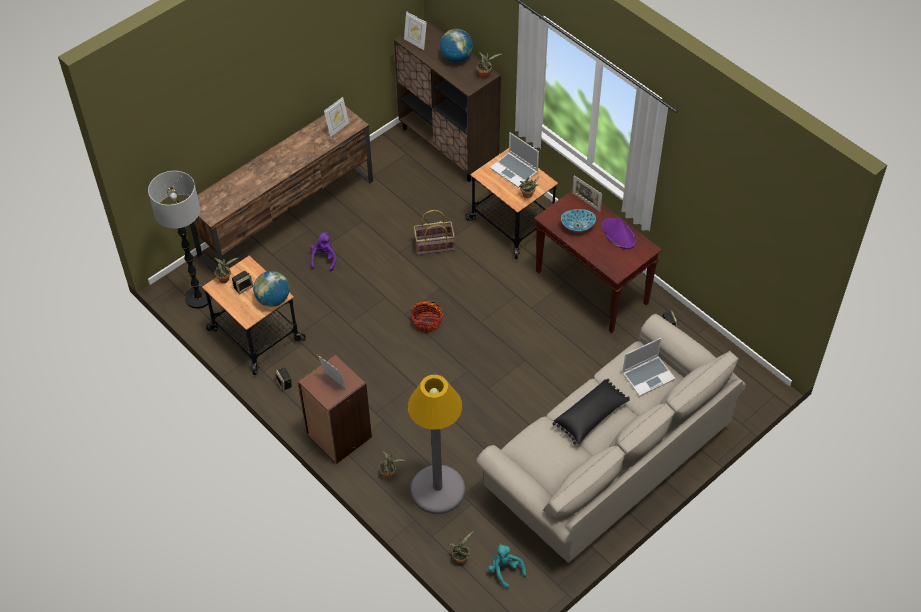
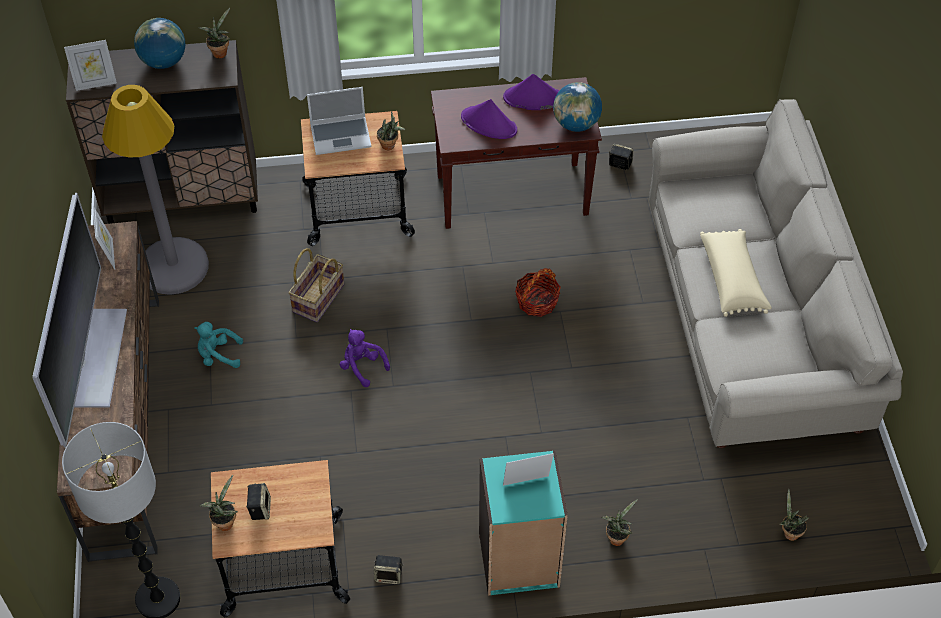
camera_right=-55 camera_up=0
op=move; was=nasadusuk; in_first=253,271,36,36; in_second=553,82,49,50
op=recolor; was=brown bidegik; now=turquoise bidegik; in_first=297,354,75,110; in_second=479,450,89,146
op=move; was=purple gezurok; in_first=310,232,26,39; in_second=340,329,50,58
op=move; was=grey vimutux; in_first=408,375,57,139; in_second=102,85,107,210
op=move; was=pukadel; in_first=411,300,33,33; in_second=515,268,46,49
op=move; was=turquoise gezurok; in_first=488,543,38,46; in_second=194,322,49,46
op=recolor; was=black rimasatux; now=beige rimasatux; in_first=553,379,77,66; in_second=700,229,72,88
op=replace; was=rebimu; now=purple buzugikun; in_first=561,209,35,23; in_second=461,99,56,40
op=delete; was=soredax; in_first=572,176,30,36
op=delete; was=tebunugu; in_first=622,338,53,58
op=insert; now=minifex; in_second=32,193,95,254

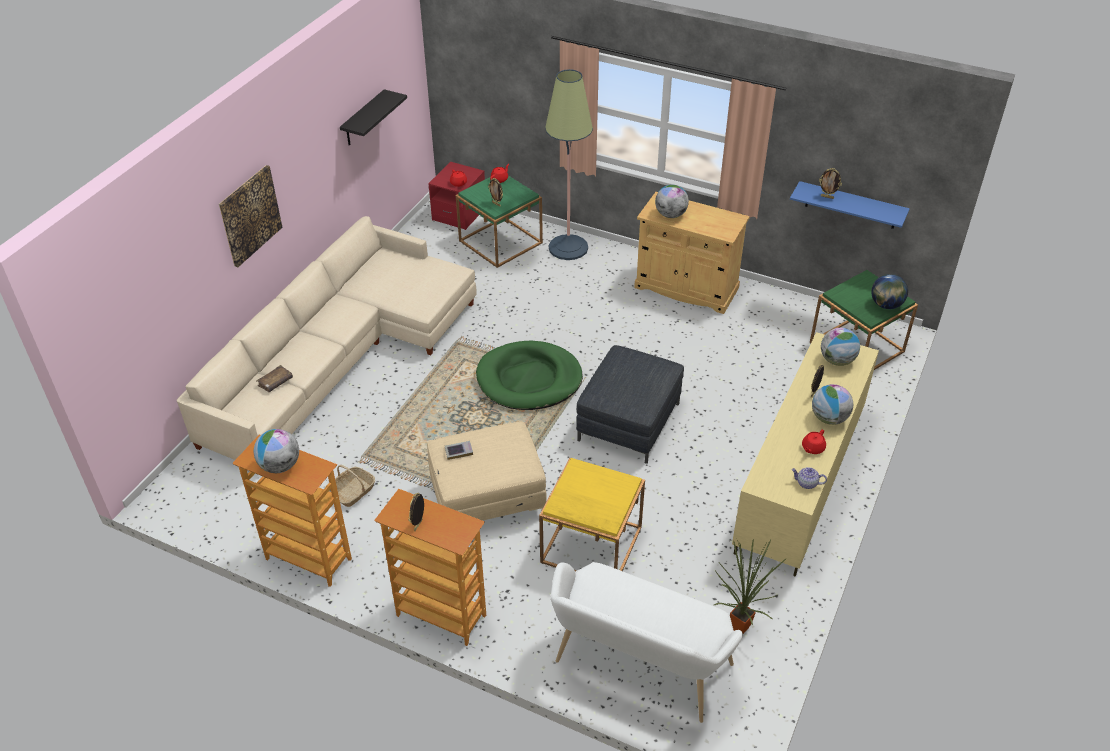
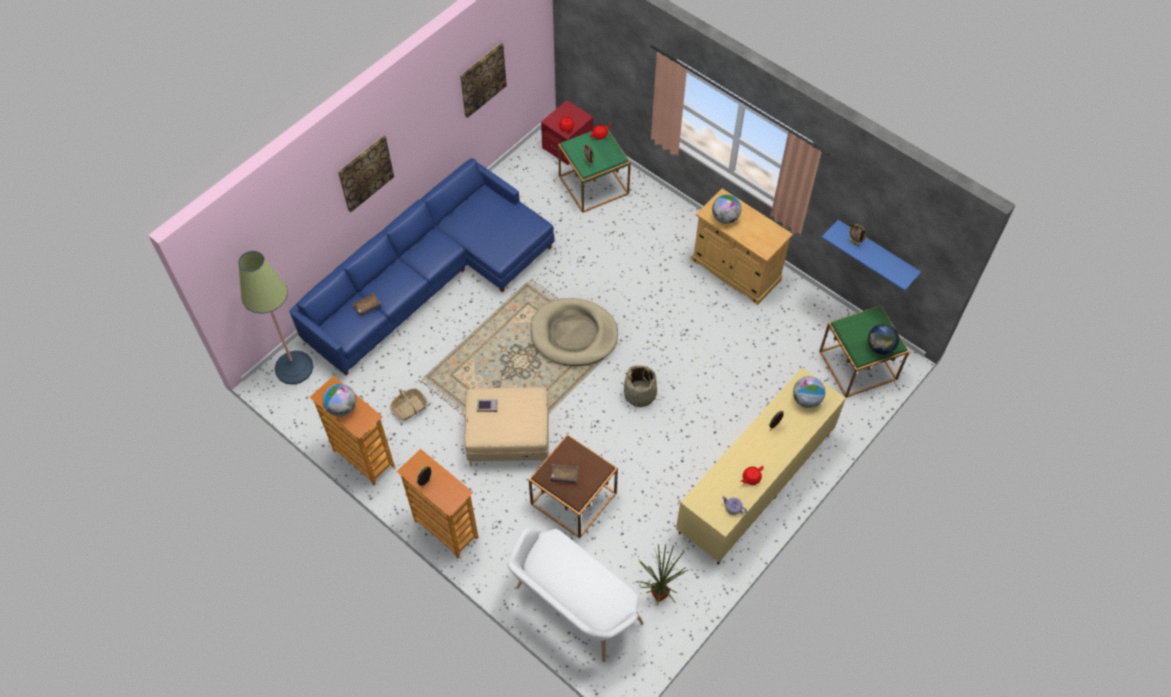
camera_right=15 camera_up=15
op=recolor; was=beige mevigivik; now=blue mevigivik; in_first=177,216,300,244; in_second=289,158,265,218
op=replace; was=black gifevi; now=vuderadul; in_first=340,89,67,57; in_second=460,43,47,75
op=recolor; was=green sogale; now=beige sogale; in_first=476,341,107,69; in_second=530,298,88,68
op=recolor; was=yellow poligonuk; now=brown poligonuk; in_first=539,458,106,113; in_second=529,434,89,105
op=move; was=vimutux; in_first=545,69,48,191; in_second=238,251,75,134
op=replace; was=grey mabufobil; now=pukadel; in_first=576,345,108,119; in_second=622,365,36,42
op=delete; was=nasadusuk; in_first=812,384,41,41
op=insert; now=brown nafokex; in_second=550,464,29,19

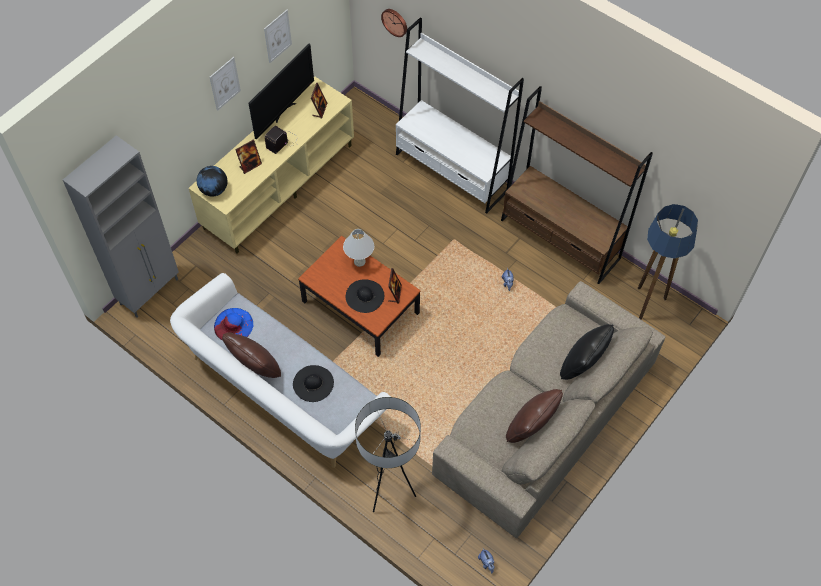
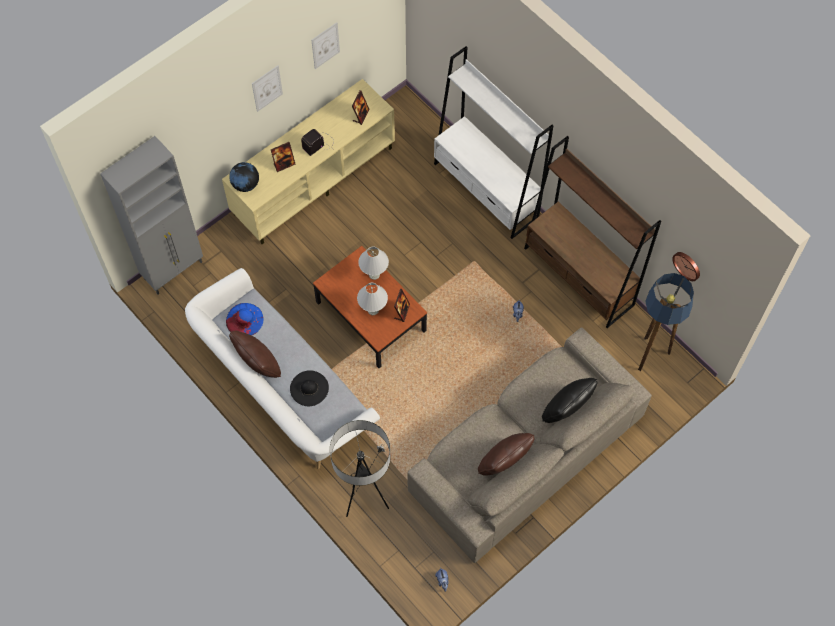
camera_right=10 camera_up=5
op=delete; was=minifex; in_first=248,43,66,96
op=replace; was=black buzugikun; now=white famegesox; in_first=346,279,38,34; in_second=357,283,31,32
op=move; was=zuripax; in_first=381,9,26,28; in_second=672,252,28,29

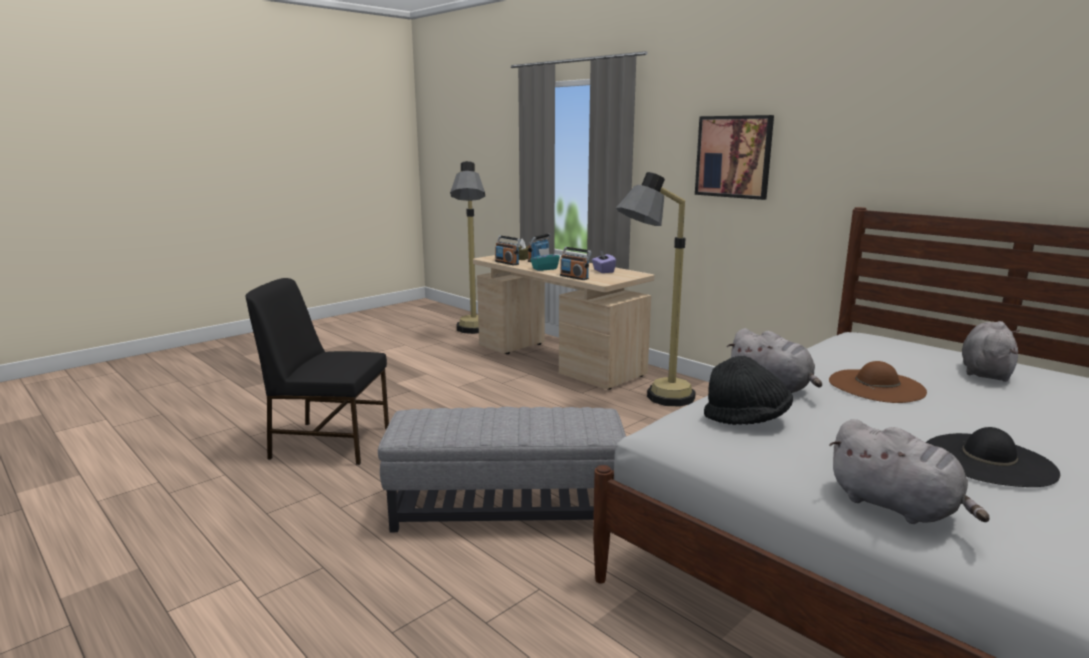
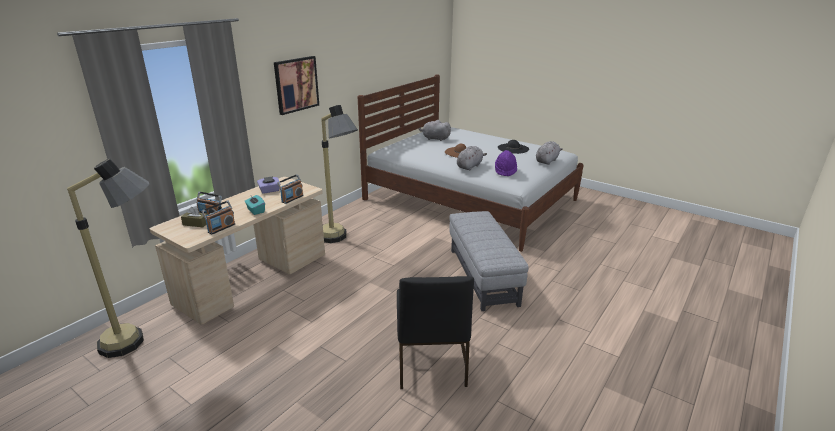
camera_right=-100 camera_up=10
op=recolor; was=black buzugikun; now=purple buzugikun; in_first=704,356,89,69; in_second=495,150,22,26

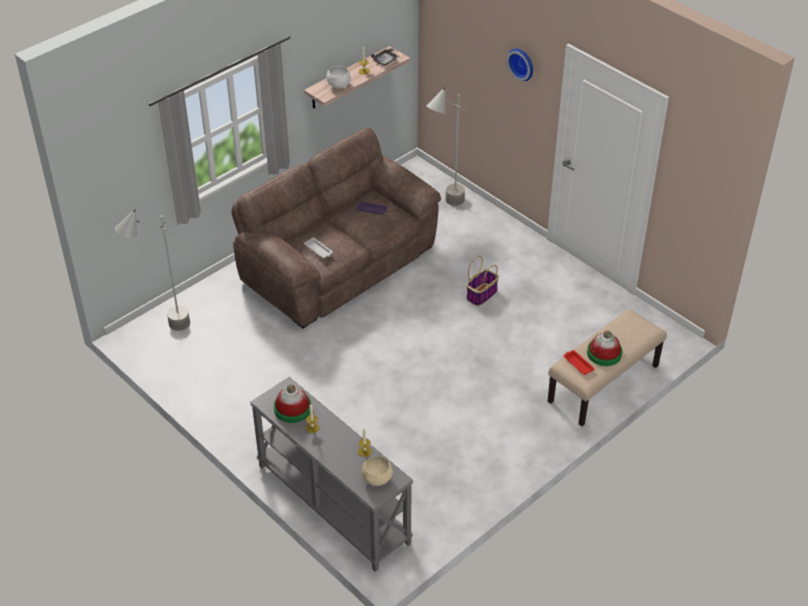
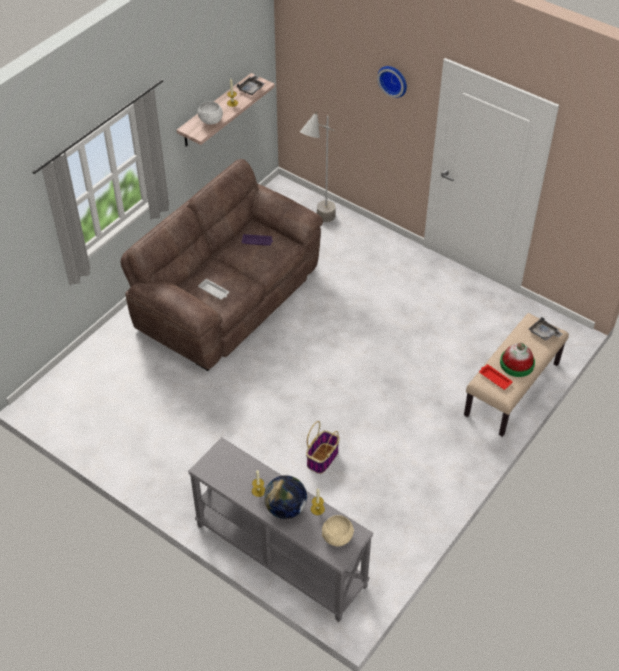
camera_right=-10 camera_up=5
op=delete; was=grey vimutux; in_first=115,209,75,122
op=delete; was=buzugikun; in_first=274,384,37,39
op=move; was=pukadel; in_first=466,256,33,50; in_second=306,421,34,53
op=insert; now=nasadusuk; in_second=264,475,43,44
op=insert; now=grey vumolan; in_second=529,317,33,24

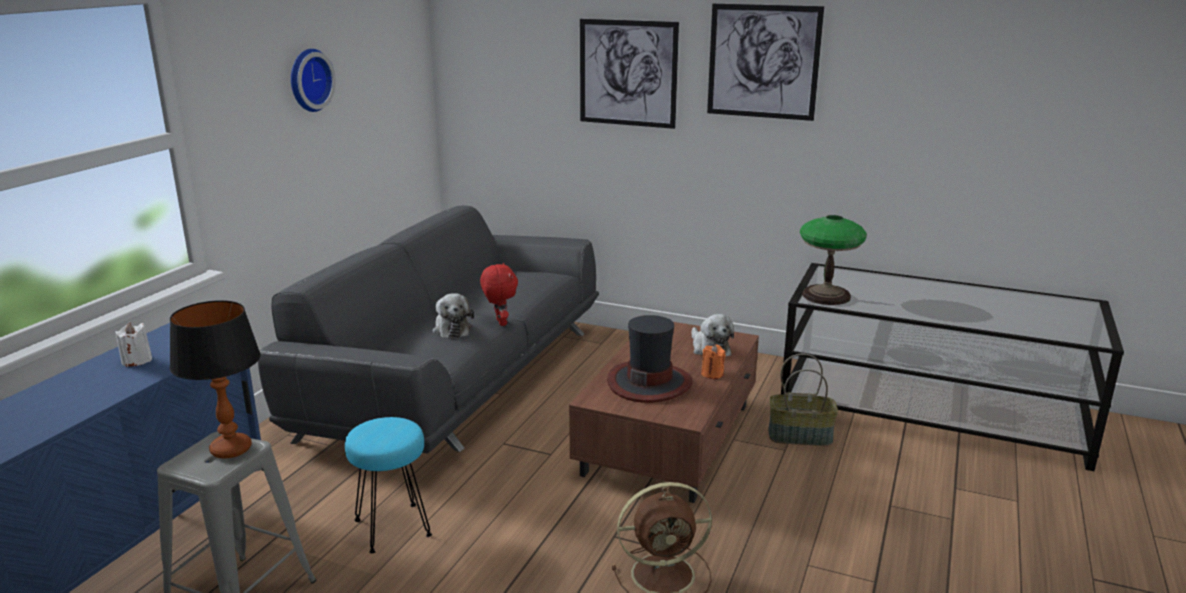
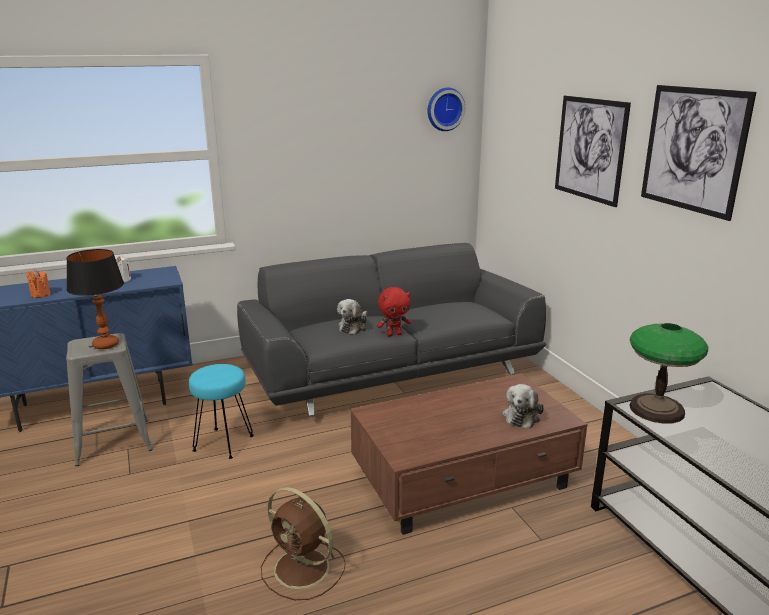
camera_right=45 camera_up=0
op=move; was=zuripax; in_first=291,49,45,63; in_second=427,88,38,43
op=rotate; was=red gezurok; in_first=480,263,38,63; in_second=377,287,34,49; clockwise=45
op=delete; was=buzugikun; in_first=607,315,86,88
op=move; was=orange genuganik; in_first=701,345,25,34; in_second=26,270,25,28
op=delete; was=pukadel; in_first=768,353,70,93

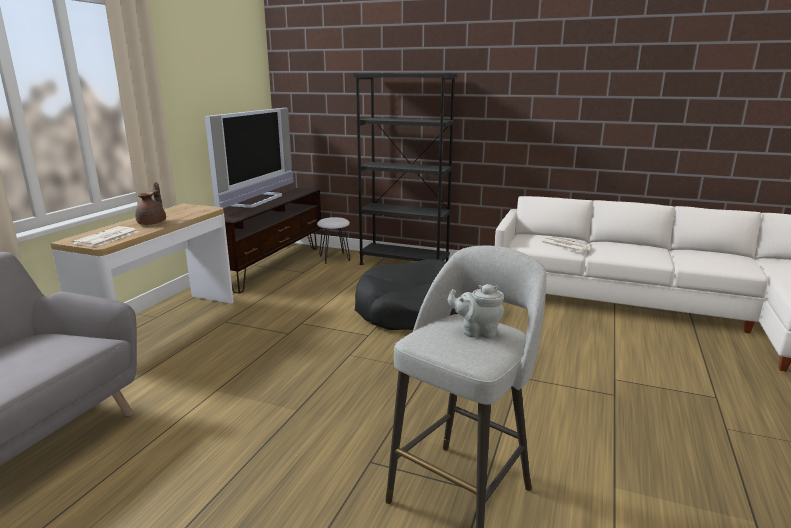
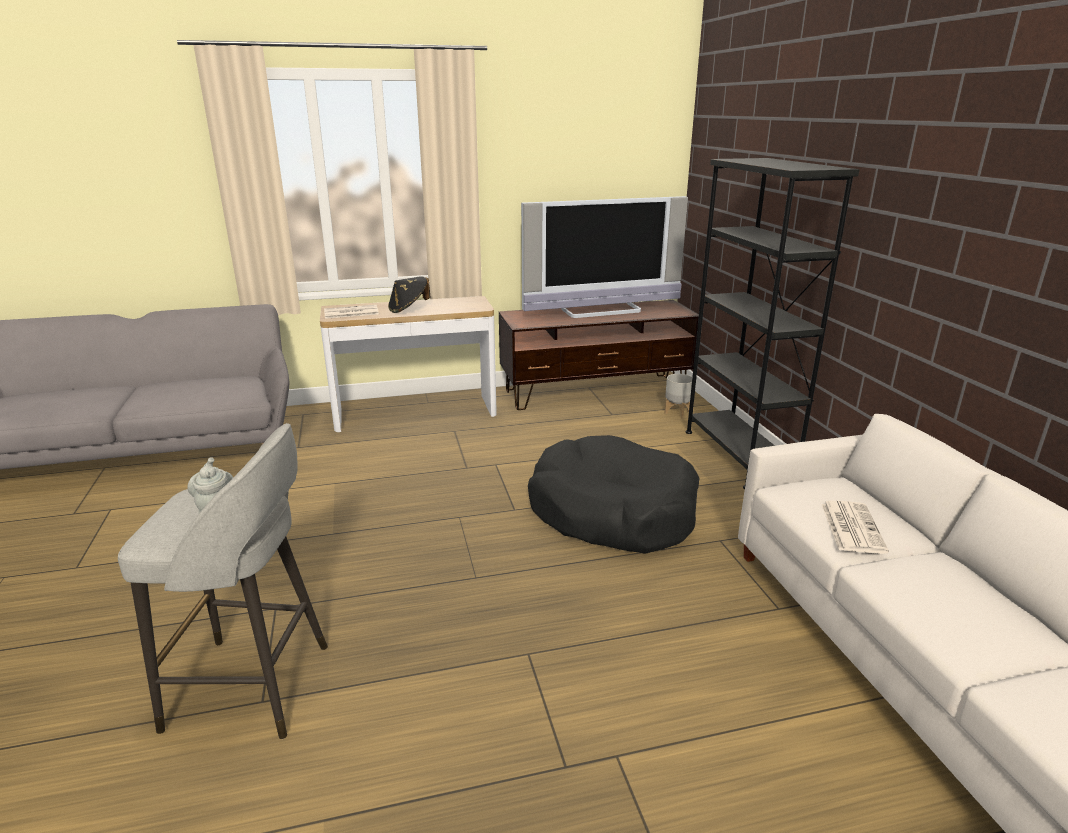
camera_right=55 camera_up=5
op=replace; was=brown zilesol; now=black buzugikun; in_first=135,182,31,43; in_second=388,276,42,37
op=replace; was=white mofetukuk; now=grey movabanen; in_first=317,217,33,47; in_second=665,374,27,44

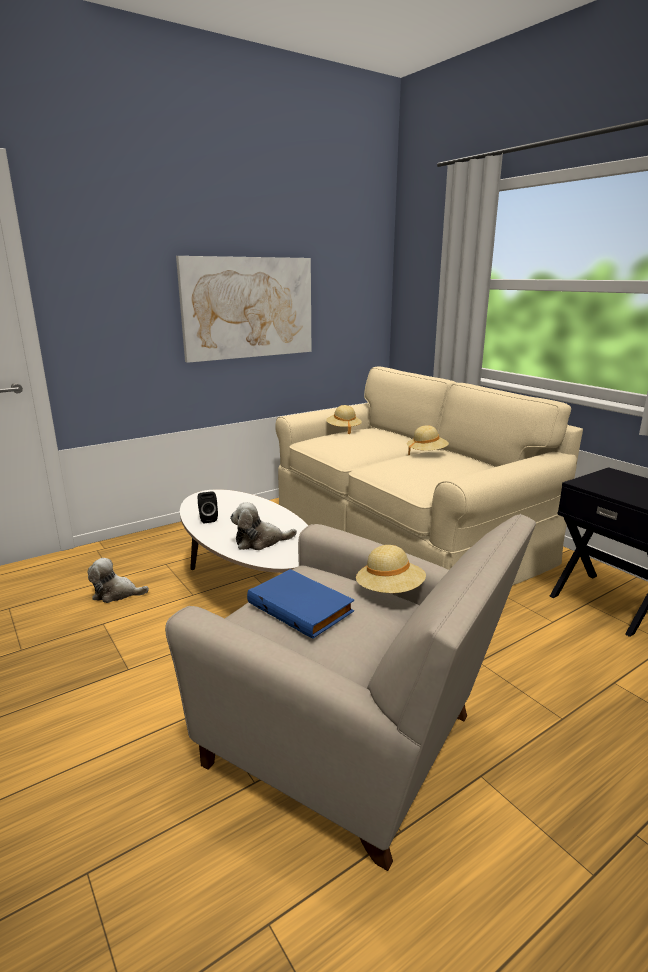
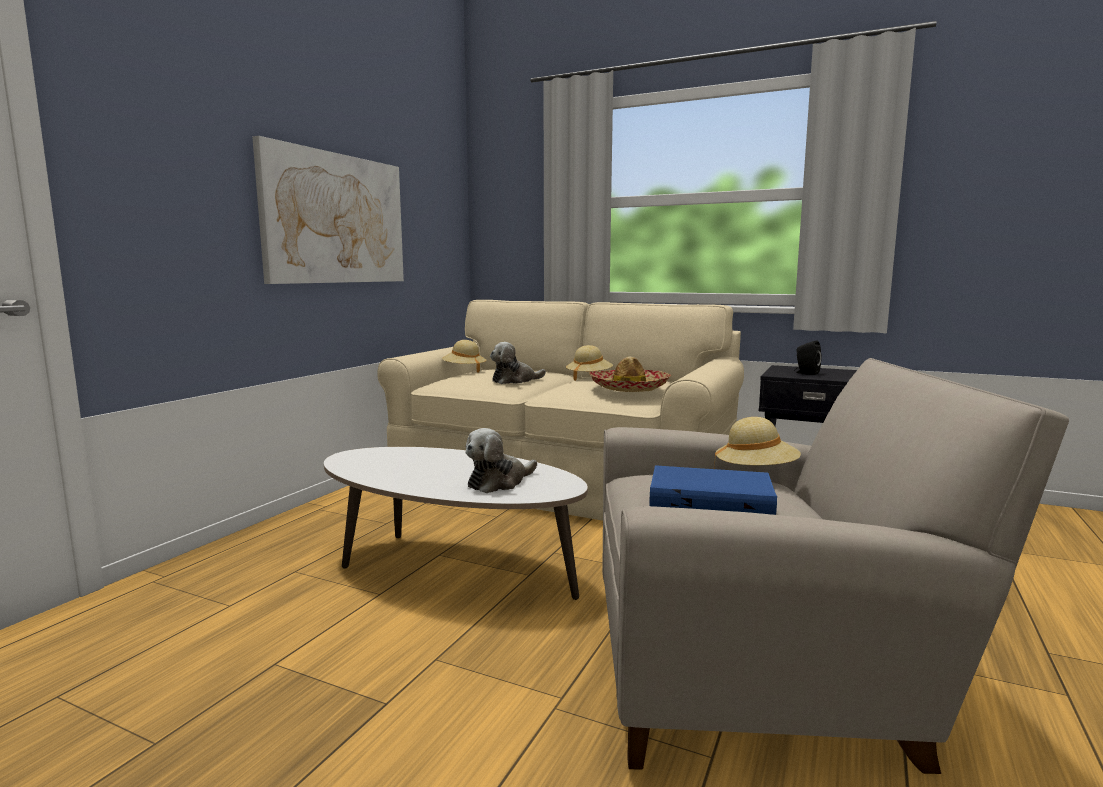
camera_right=-30 camera_up=-10
op=move; was=gezurok; in_first=88,558,61,45; in_second=490,342,56,42
op=move; was=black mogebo; in_first=198,491,20,32; in_second=794,340,28,35
op=insert; now=buzugikun; in_second=589,356,83,36

